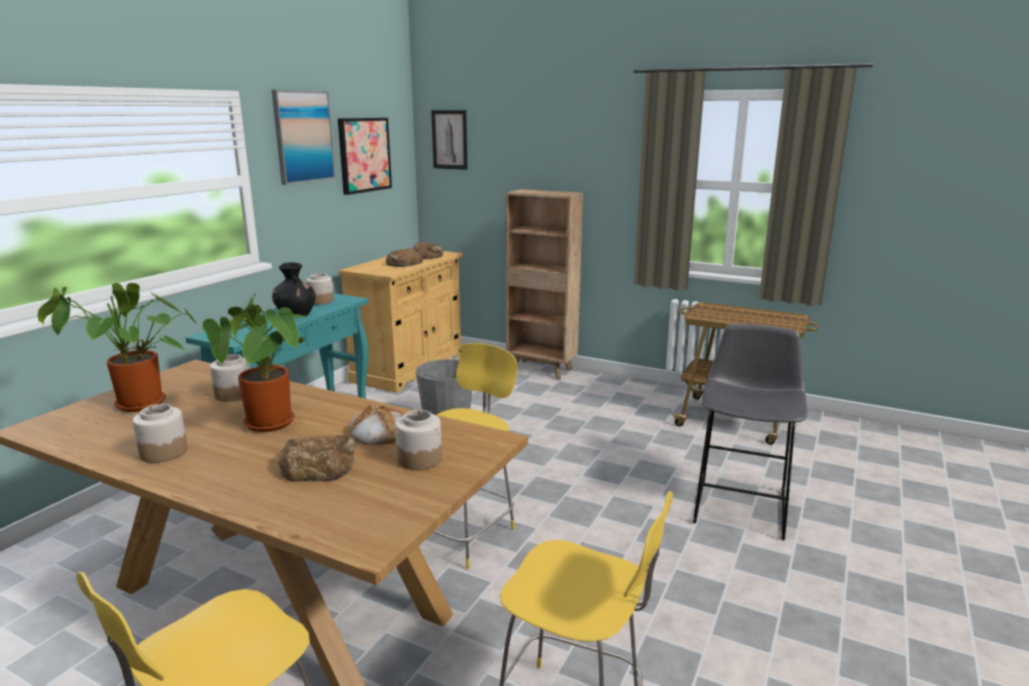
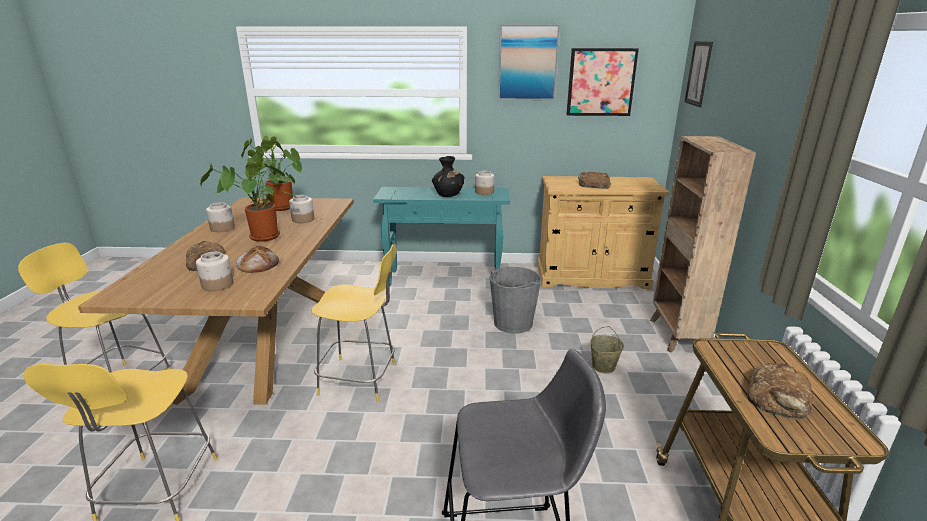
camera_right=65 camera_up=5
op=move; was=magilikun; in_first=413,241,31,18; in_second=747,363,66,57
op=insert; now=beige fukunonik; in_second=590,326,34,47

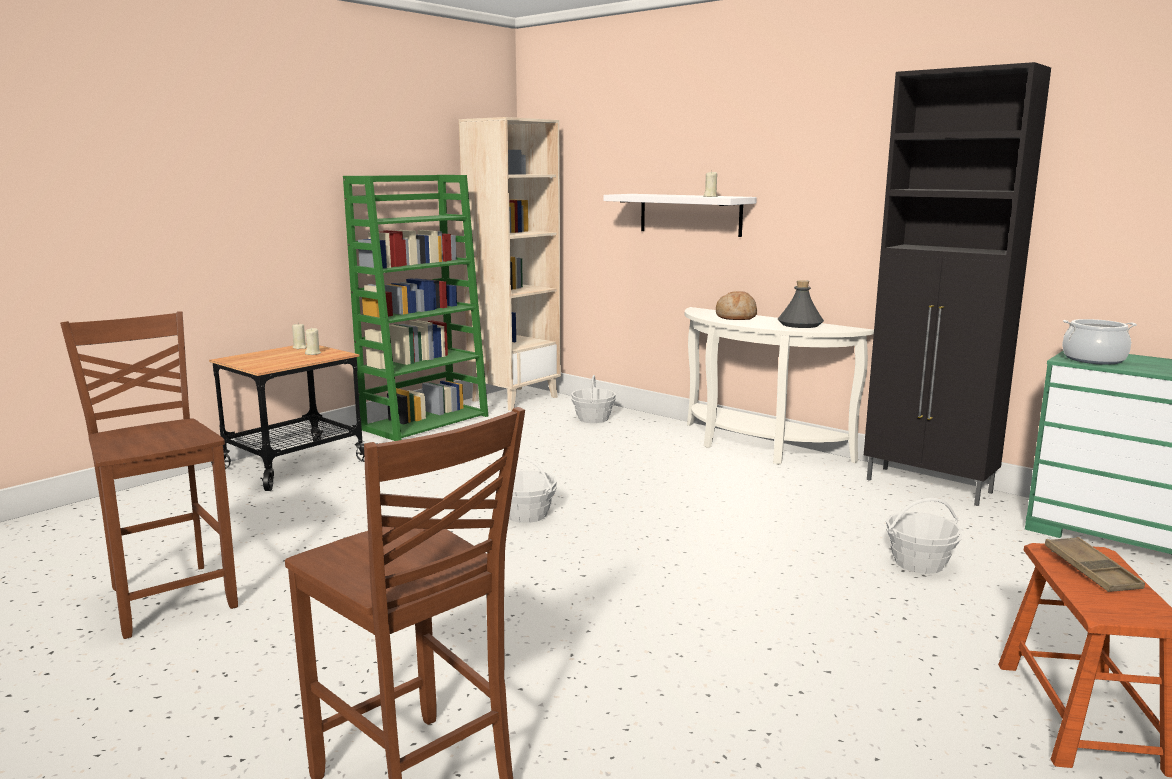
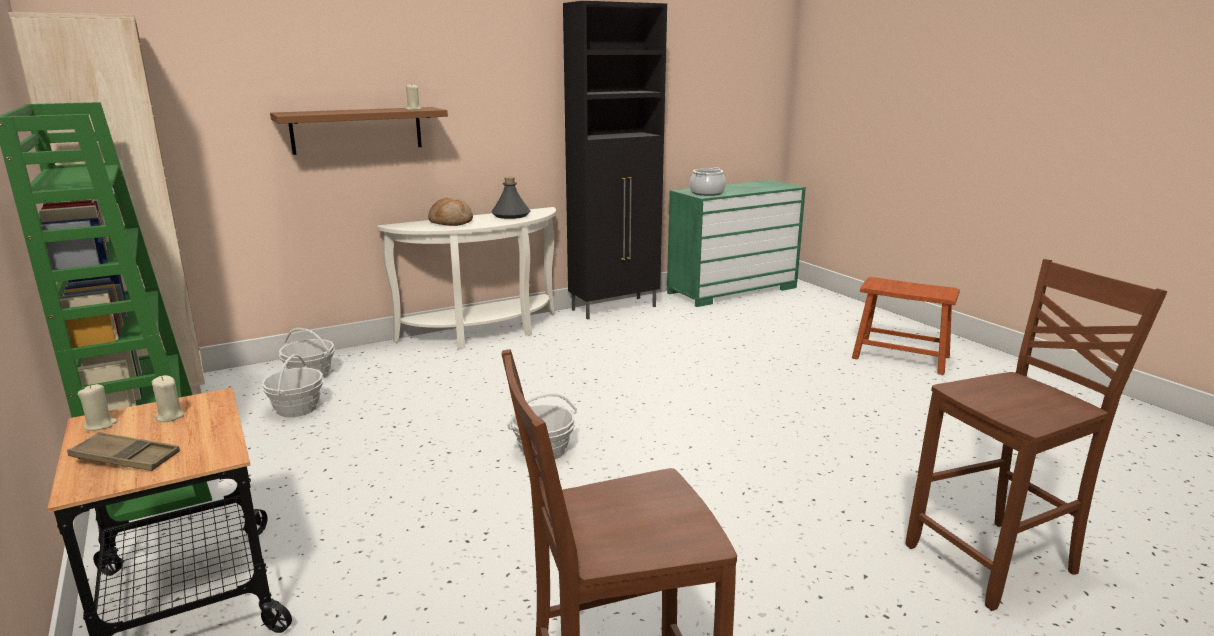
camera_right=-70 camera_up=5
op=recolor; was=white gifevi; now=brown gifevi; in_first=603,194,154,43; in_second=270,107,178,48
op=move; was=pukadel; in_first=885,498,77,76; in_second=261,354,63,63
op=move; was=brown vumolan; in_first=1045,537,100,55; in_second=67,432,113,39

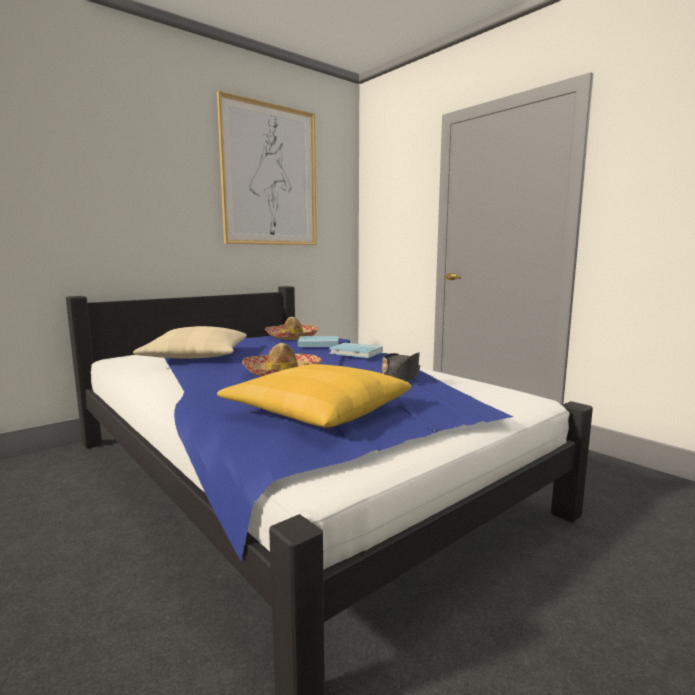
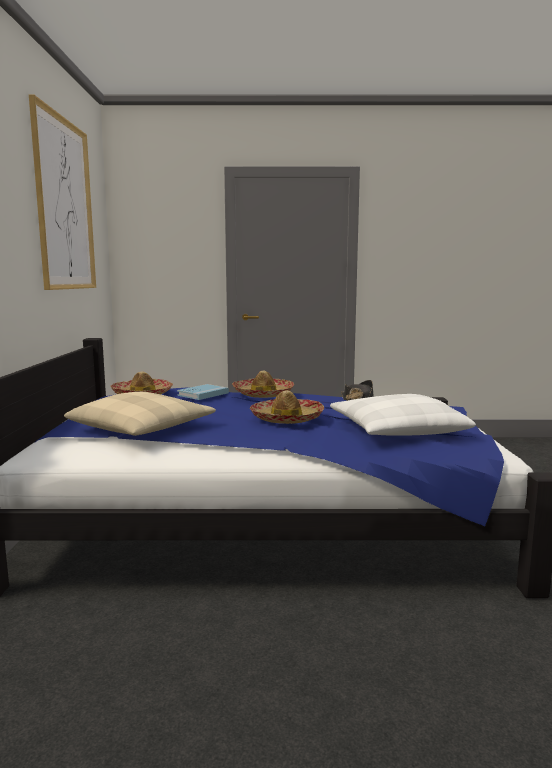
camera_right=-50 camera_up=0
op=recolor; was=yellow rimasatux; now=white rimasatux; in_first=217,364,195,64; in_second=330,394,146,42
op=replace; was=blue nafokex; now=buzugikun; in_first=329,343,54,15; in_second=232,371,62,27

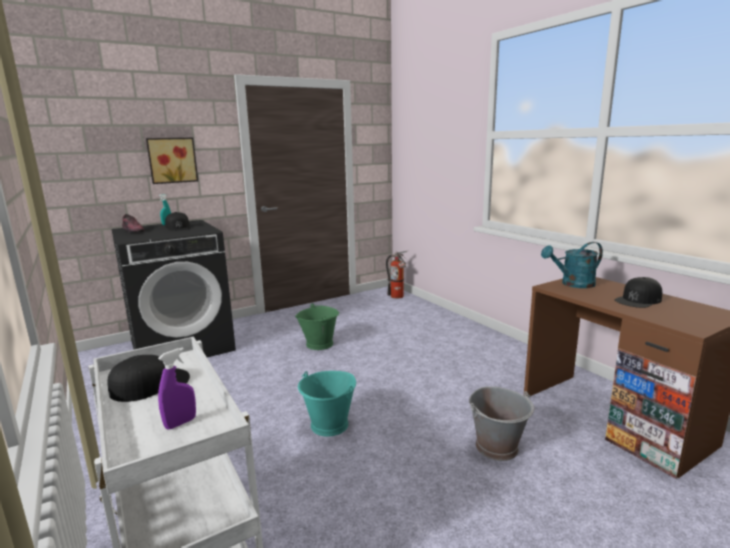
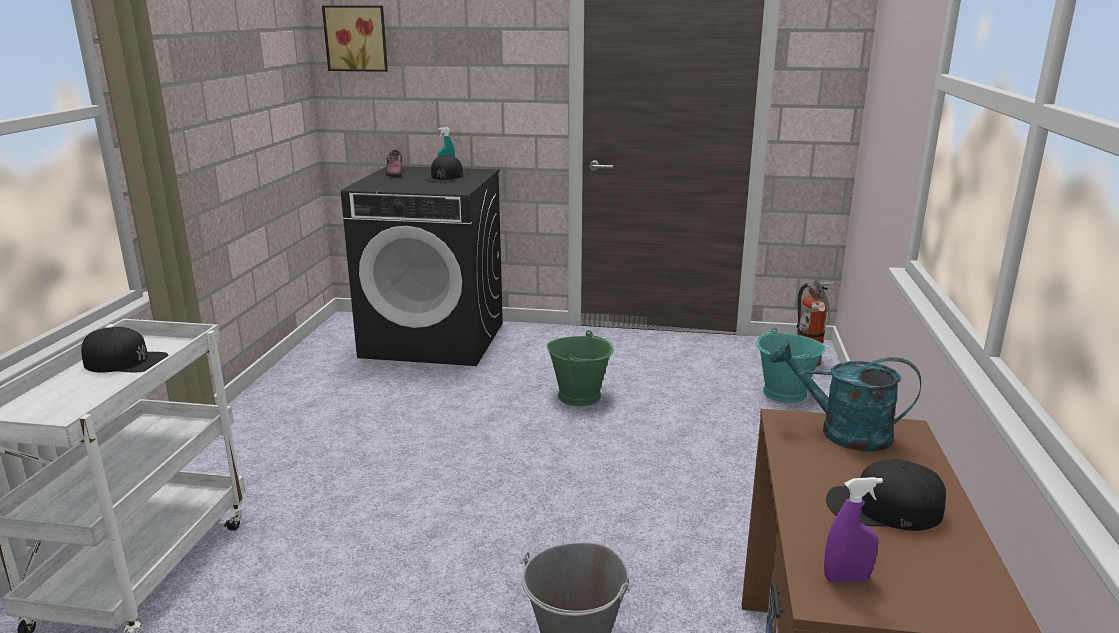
camera_right=40 camera_up=5
op=move; was=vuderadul; in_first=146,138,52,46; in_second=322,6,66,66
op=move; was=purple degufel; in_first=158,347,38,83; in_second=824,477,59,106
op=move; was=turquoise fukunonik; in_first=298,371,58,66; in_second=756,328,70,75

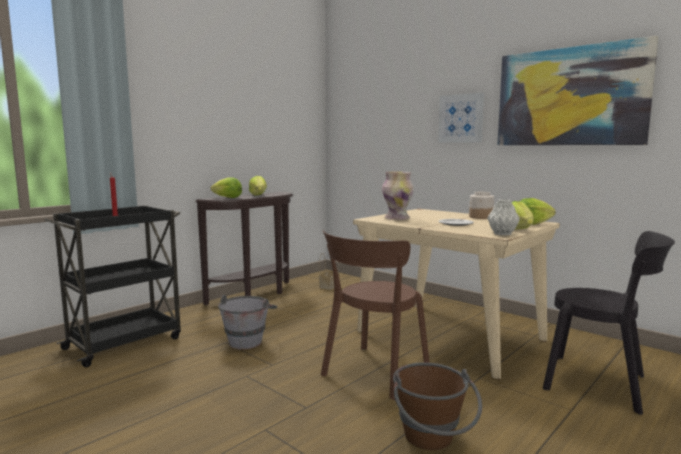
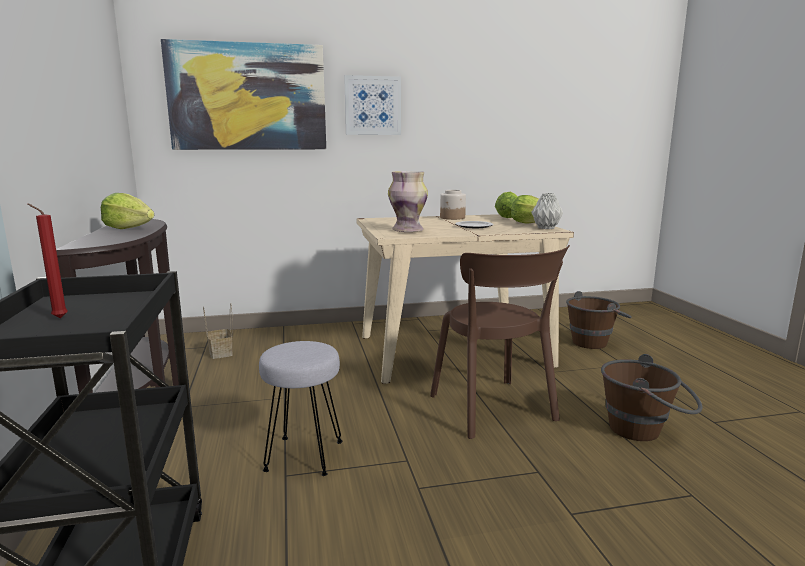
camera_right=-55 camera_up=5
op=delete; was=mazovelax; in_first=210,177,32,21
op=replace; was=grey fukunonik; now=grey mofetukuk; in_first=218,295,59,54; in_second=259,341,83,135
op=move; was=vuderadul; in_first=497,36,162,109; in_second=161,39,165,111
op=replace; was=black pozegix; now=brown fukunonik; in_first=543,231,132,184; in_second=566,291,66,58

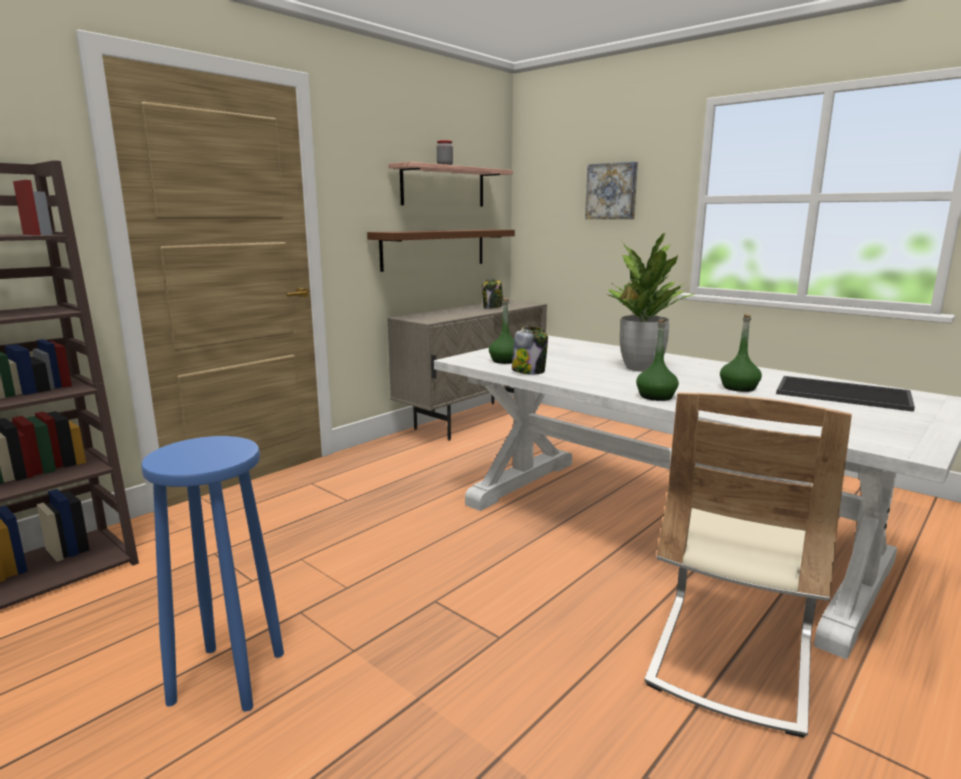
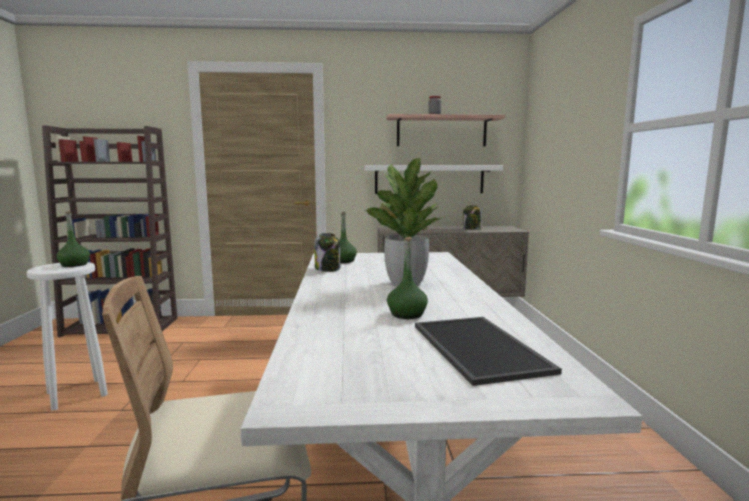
camera_right=45 camera_up=-5
op=recolor; was=blue mofetukuk; now=white mofetukuk; in_first=141,436,143,275; in_second=27,262,81,149
op=recolor; was=brown gifevi; now=white gifevi; in_first=367,229,148,43; in_second=364,165,139,29
op=delete; was=vuderadul; in_first=585,162,53,57
op=move; was=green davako; in_first=636,319,43,82; in_second=56,212,34,55

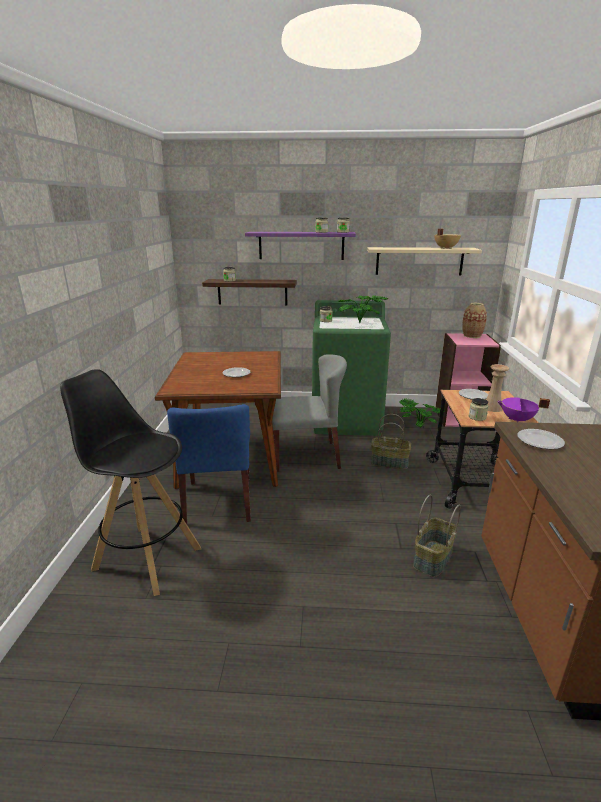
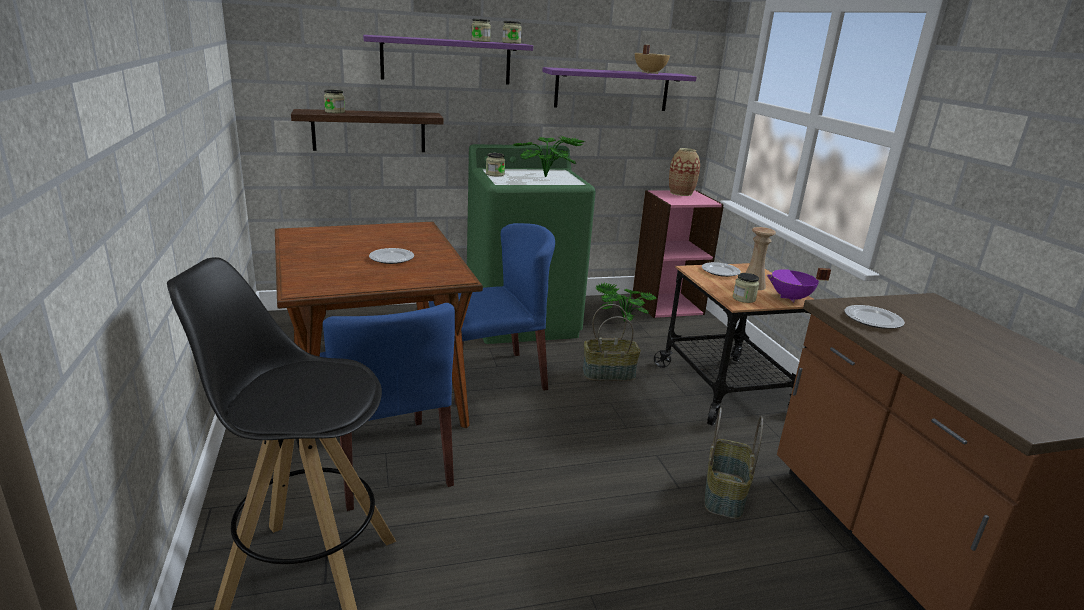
camera_right=-20 camera_up=0
op=recolor; was=grey pozegix; now=blue pozegix; in_first=272,354,75,118; in_second=429,223,126,183
op=recolor; was=beige gifevi; now=purple gifevi; in_first=367,247,115,28; in_second=543,67,154,44

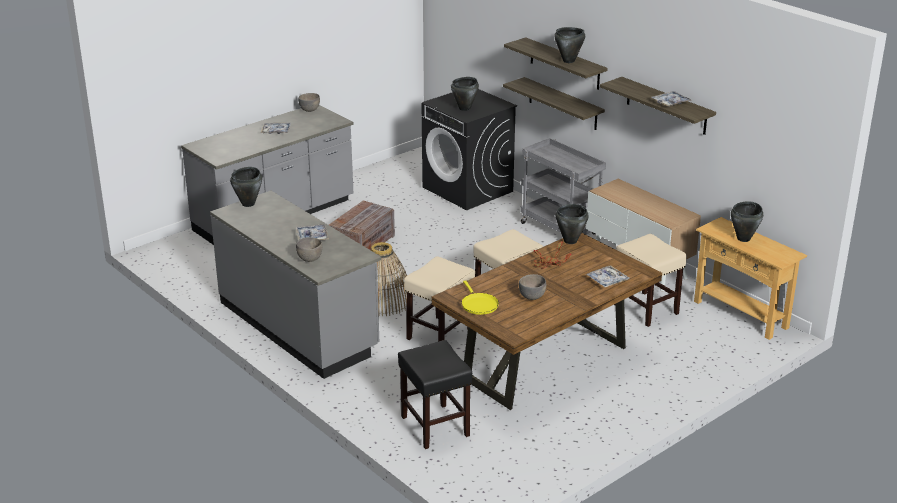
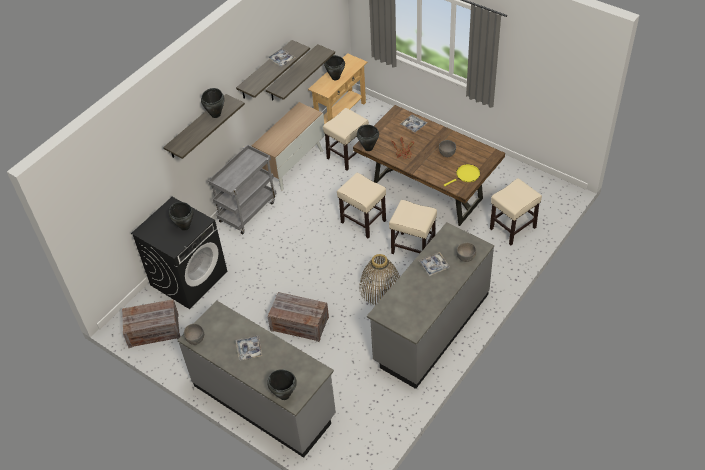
camera_right=-100 camera_up=20
op=move; was=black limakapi; in_first=230,167,32,40; in_second=267,369,30,31
op=recolor; was=black mofetukuk; now=beige mofetukuk; in_first=398,340,74,109; in_second=490,178,52,67
op=move; was=gifevi; in_first=503,77,102,53; in_second=266,44,69,56
op=insert; now=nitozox; in_second=122,300,58,48

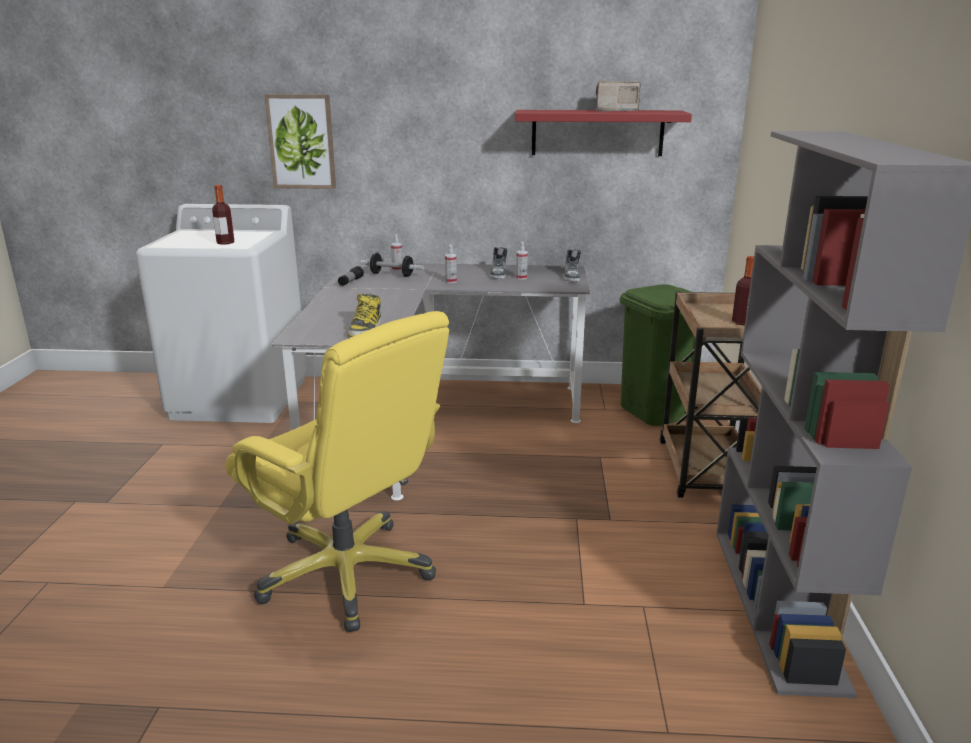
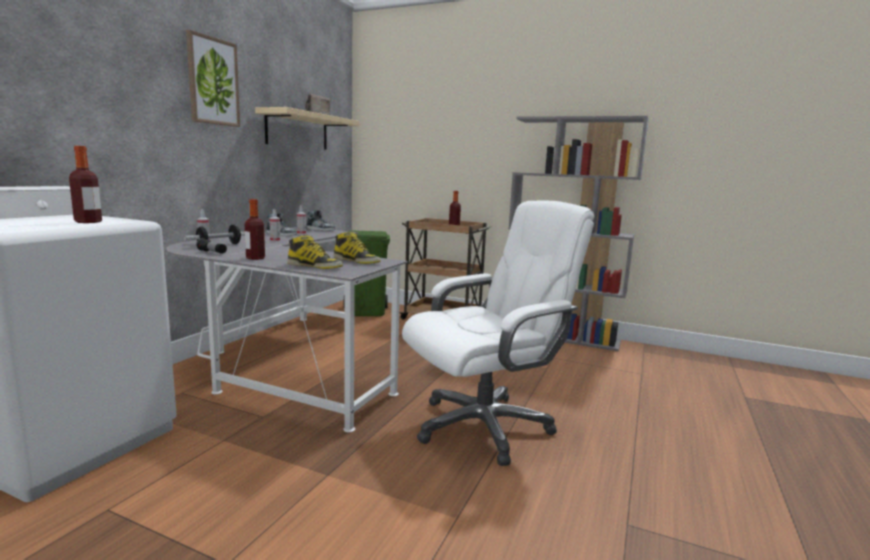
camera_right=-70 camera_up=-10
op=recolor; was=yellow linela; now=white linela; in_first=226,311,223,321; in_second=402,201,192,265
op=move; was=vuderadul; in_first=264,94,72,95; in_second=186,30,54,97
op=recolor; was=red gifevi; now=beige gifevi; in_first=515,110,177,46; in_second=255,107,104,43
op=insert; now=davako; in_second=245,199,20,61
op=insert; now=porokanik; in_second=287,235,56,34

